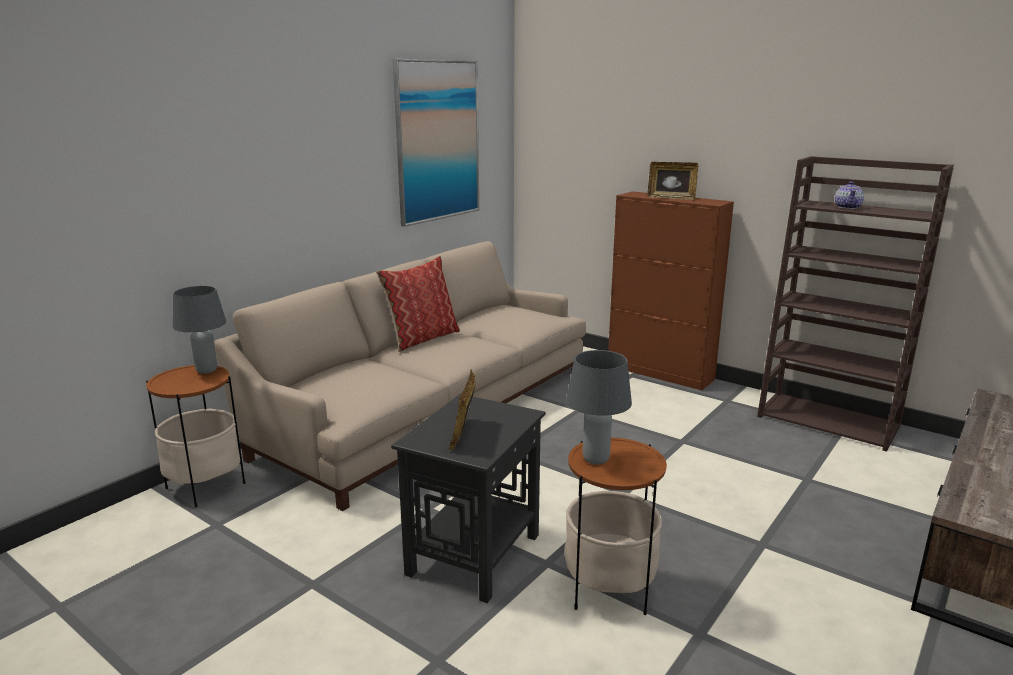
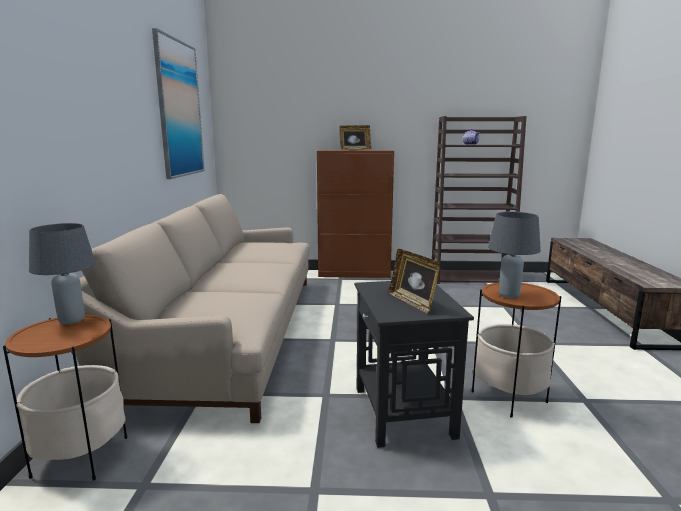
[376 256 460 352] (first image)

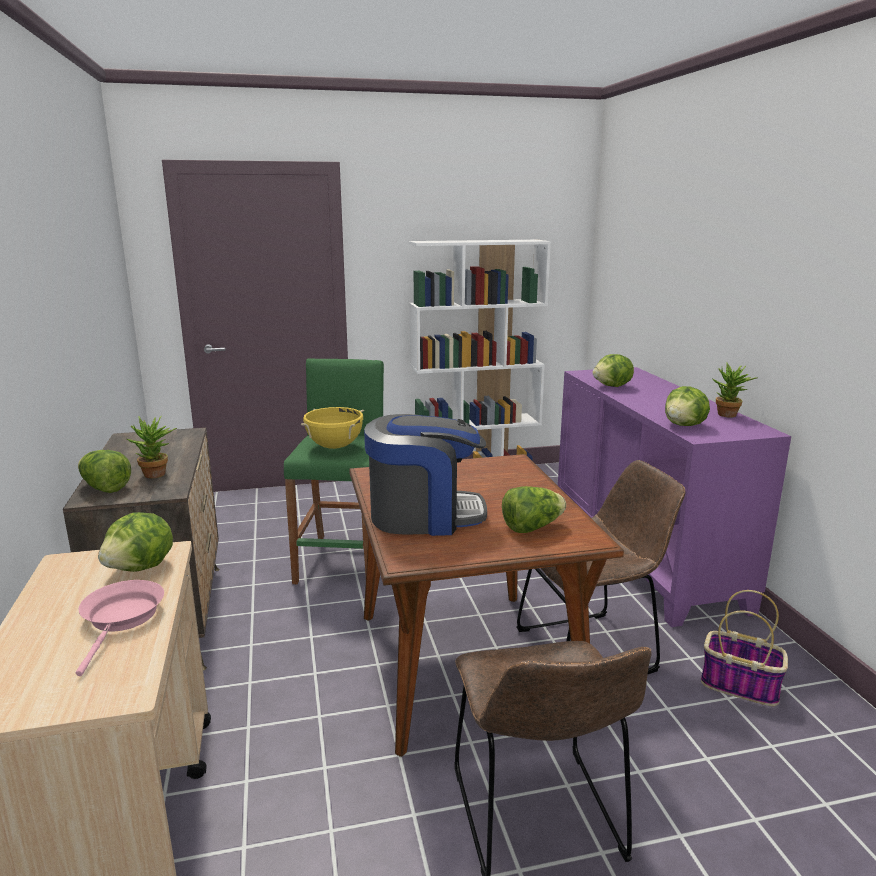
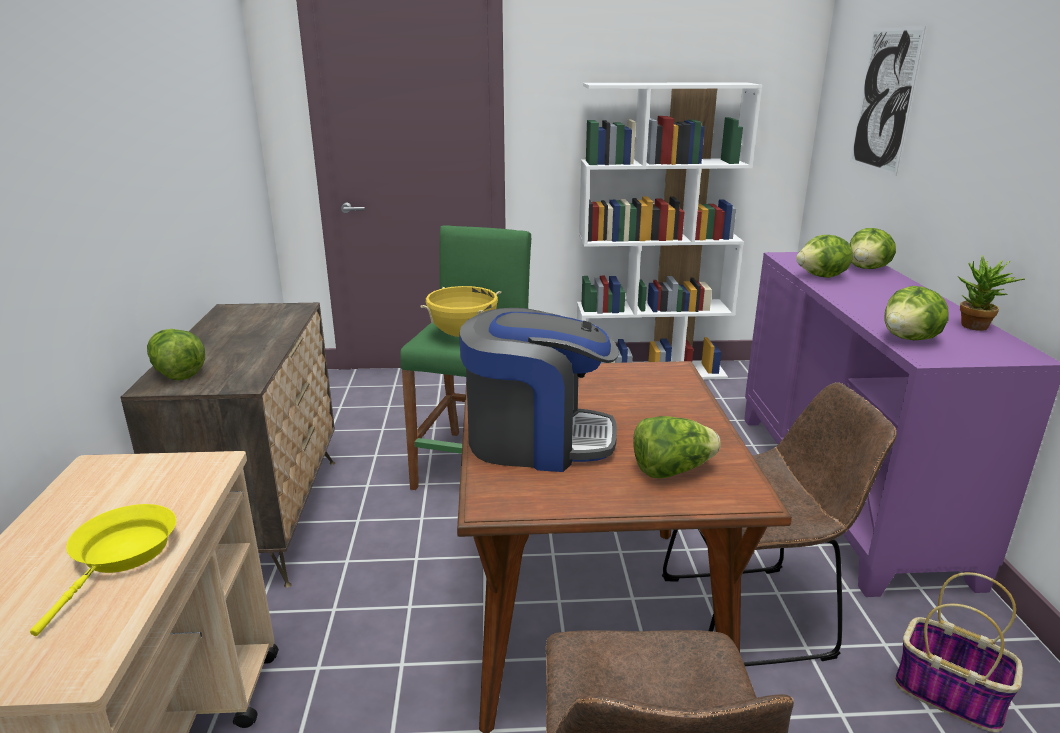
[30 504 176 636]
[849 228 896 269]
[127 416 177 478] (first image)
[850 26 926 176]

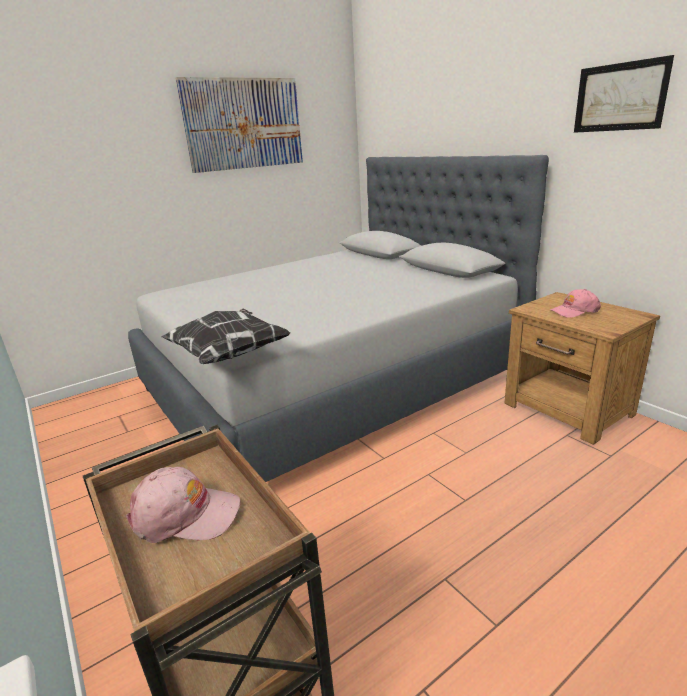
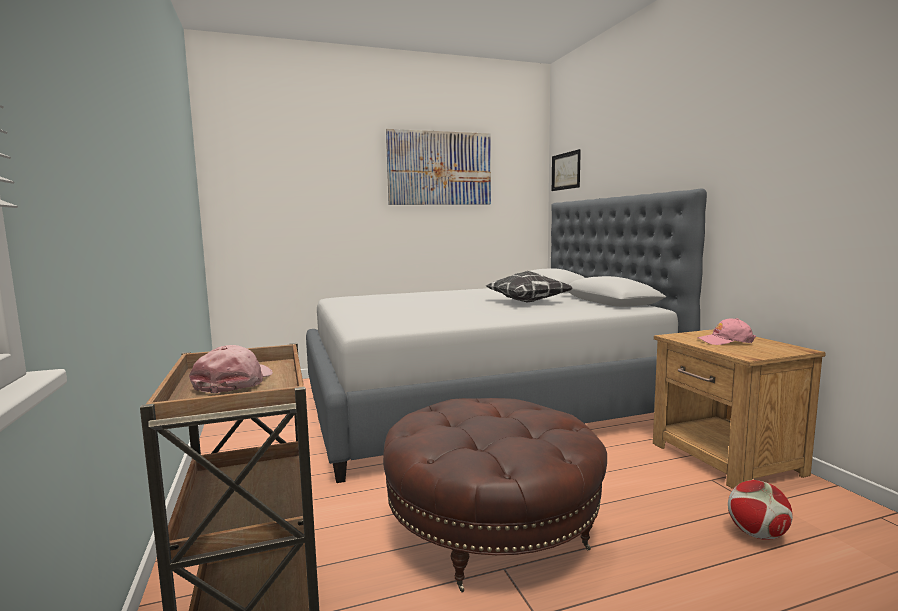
[189 345 273 393]
[486 271 572 303]
[552 149 581 191]
[383 398 607 592]
[728 480 793 540]

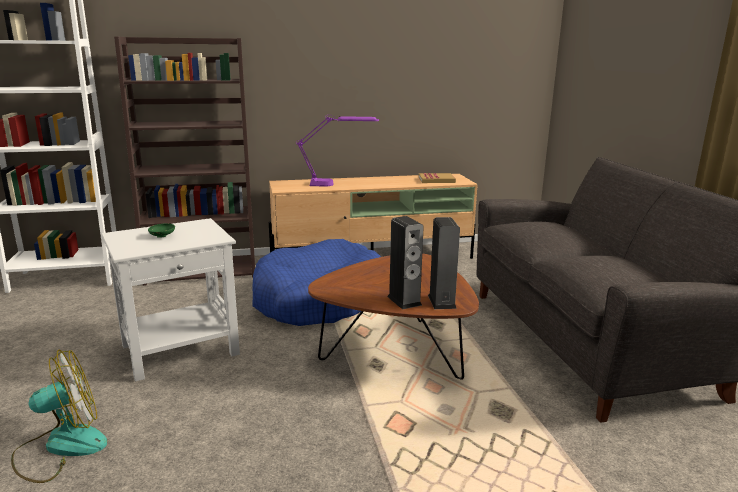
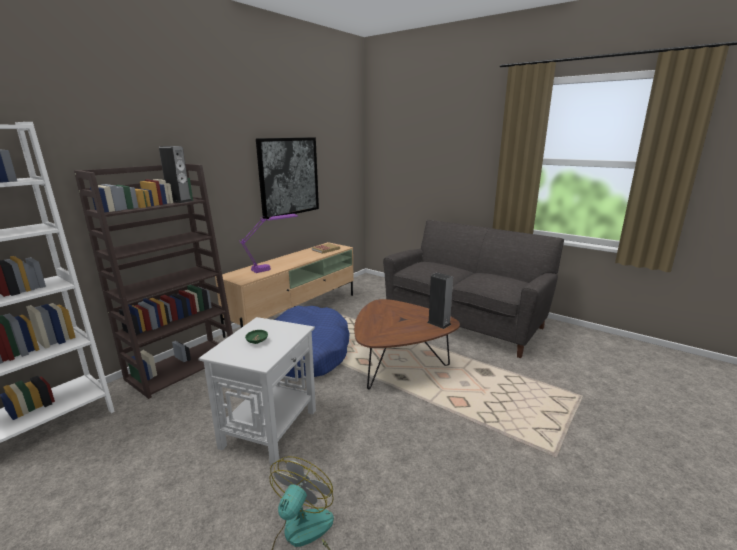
[159 146 192 203]
[256 137 319 219]

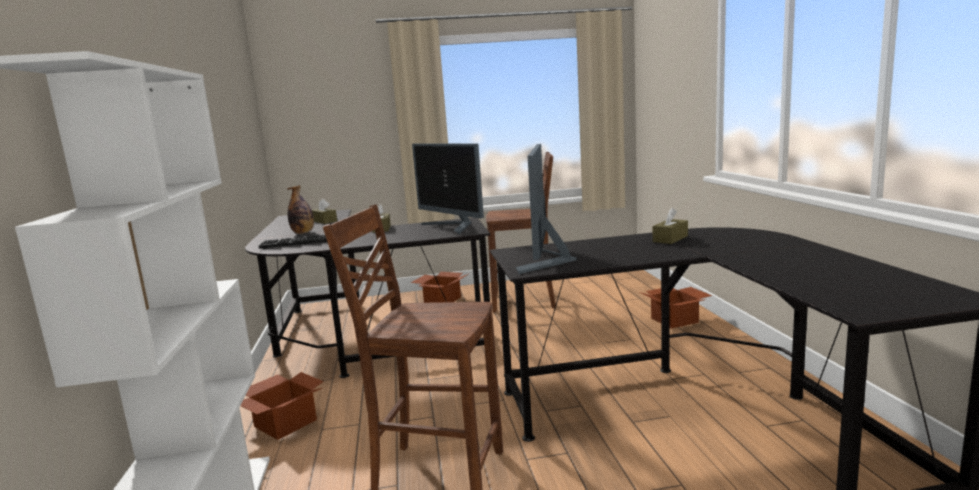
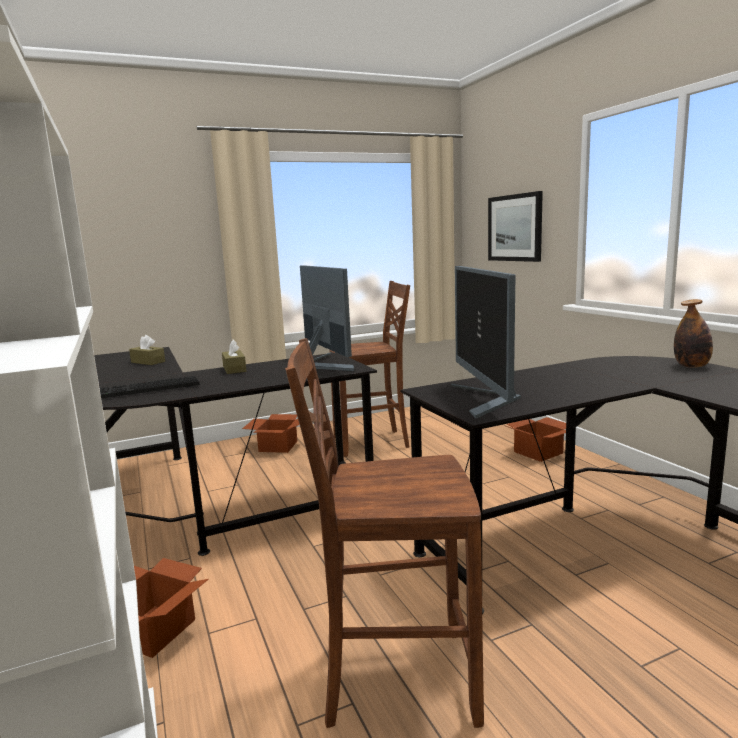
[674 299 713 368]
[300 265 354 371]
[653 208 688 244] (first image)
[488 191 543 262]

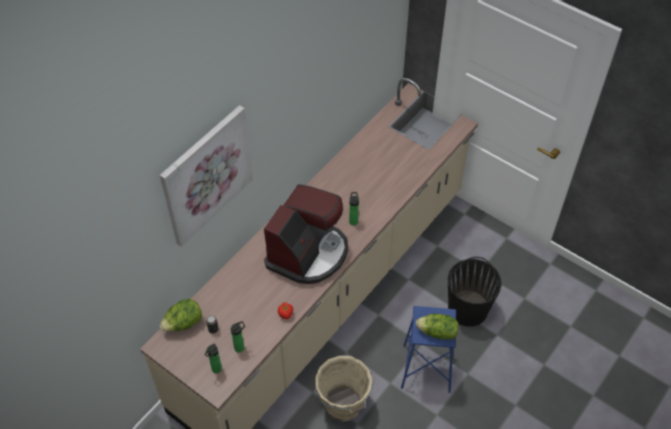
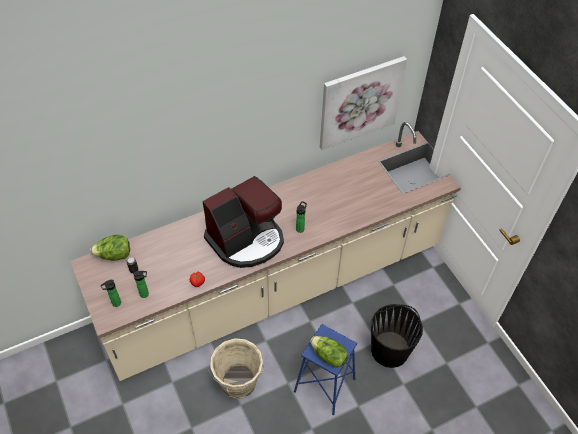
[320 56 407 150]

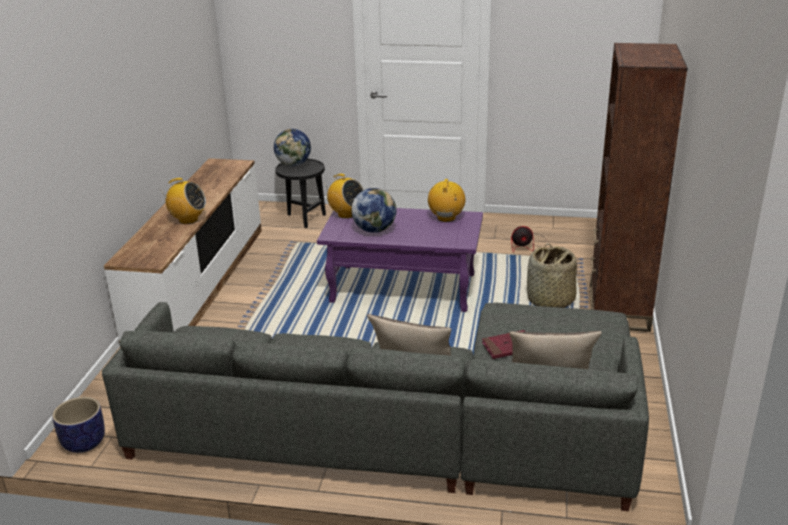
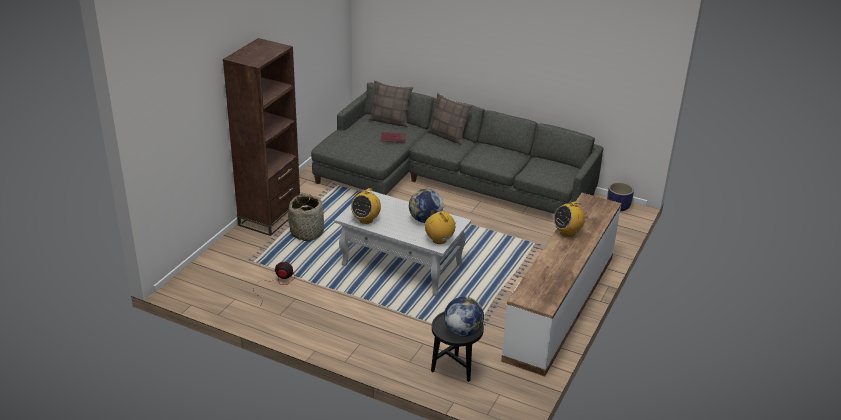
[553 201 585 237]
[335 190 471 296]

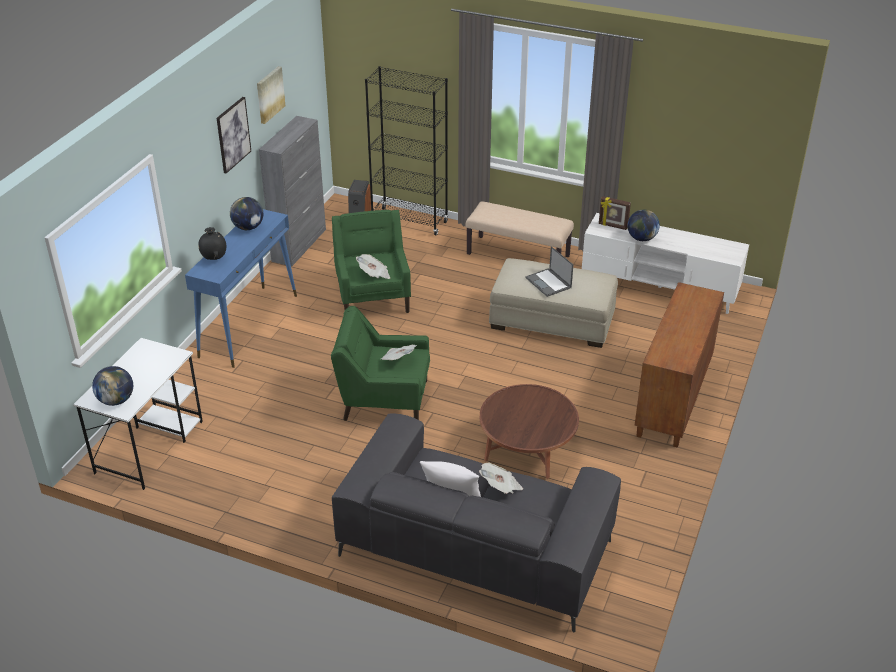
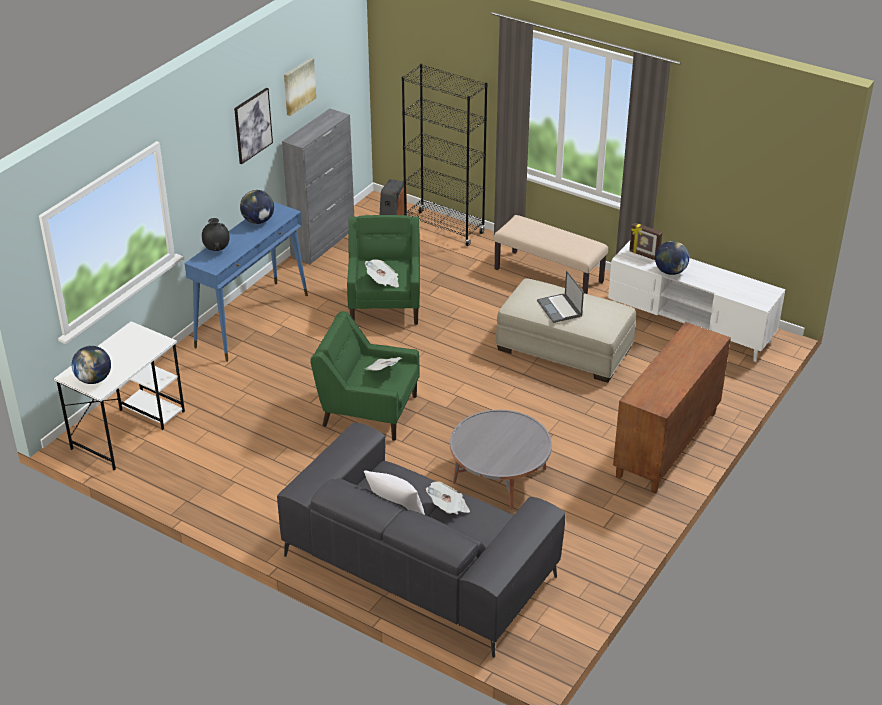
[450 410 552 509]

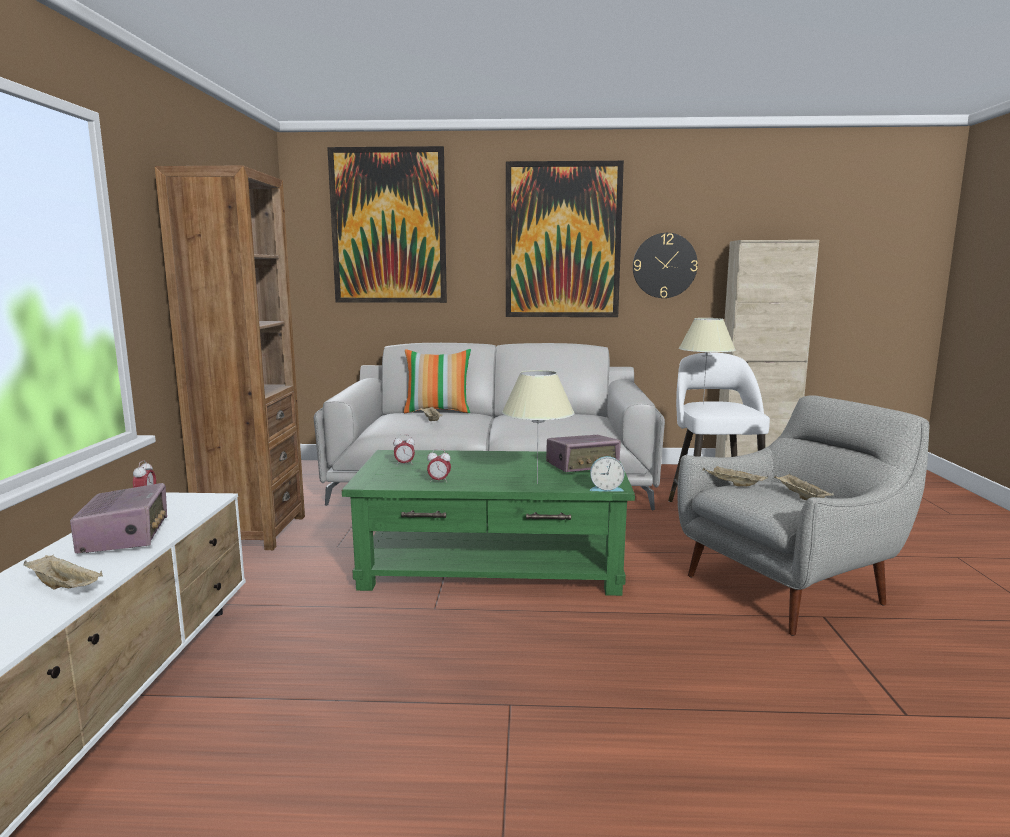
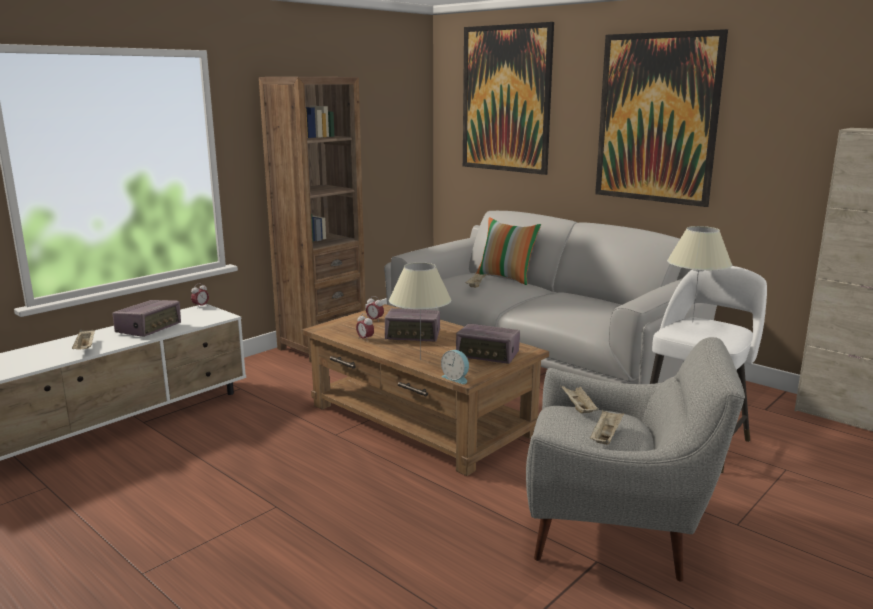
[302 304 549 476]
[633 233 698 298] (first image)
[385 308 440 341]

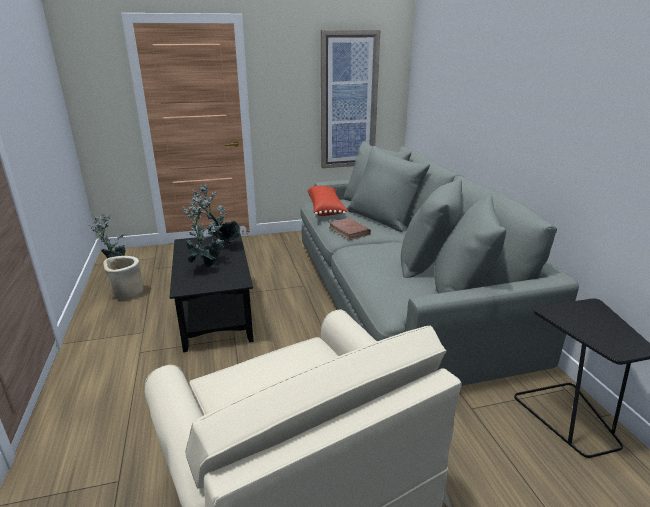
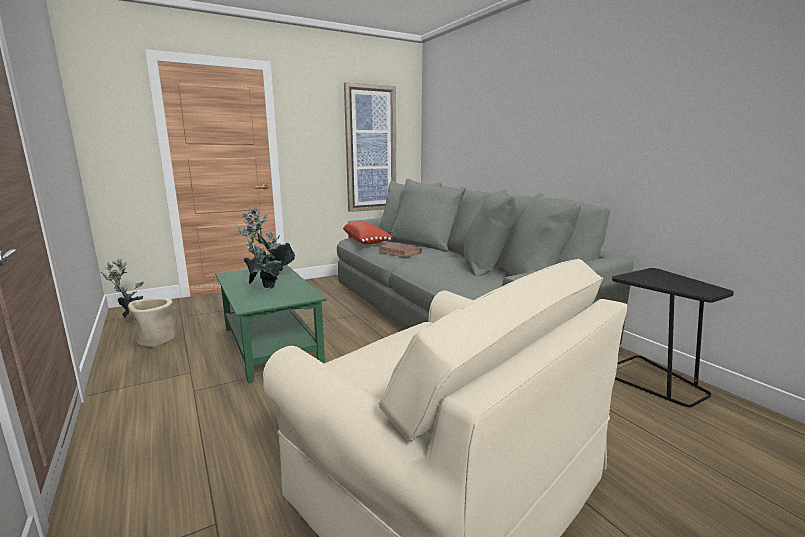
[215 265 327 384]

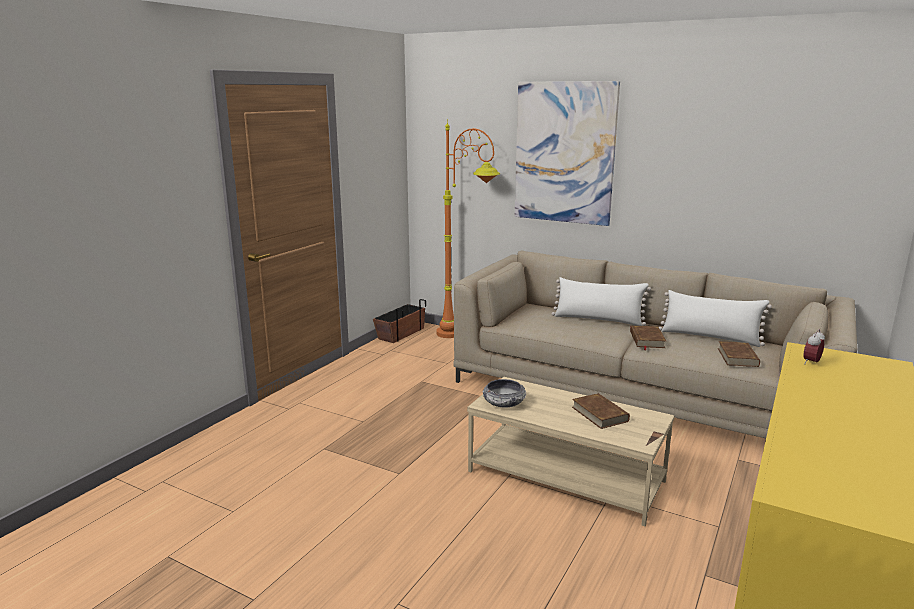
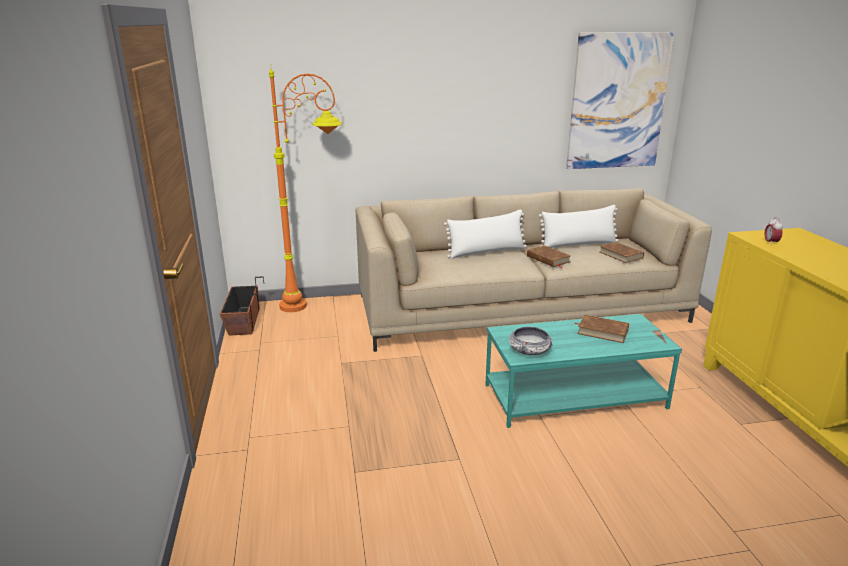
[485 314 682 428]
[566 32 675 169]

